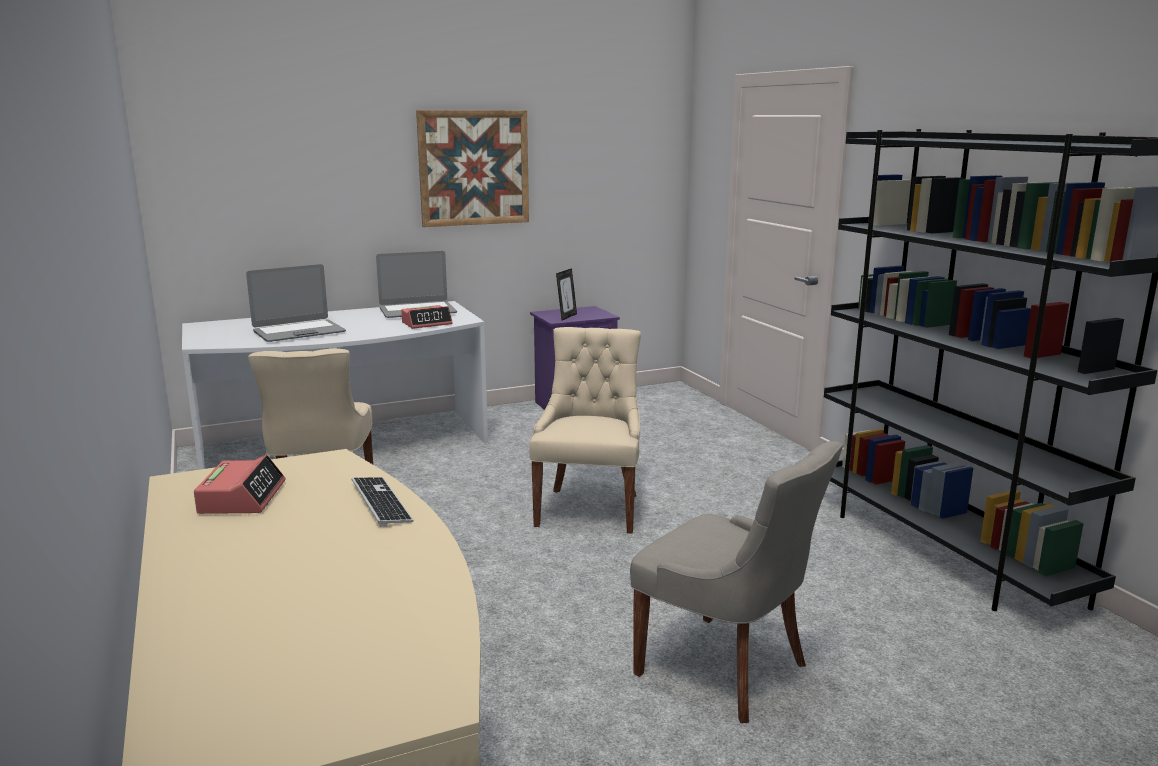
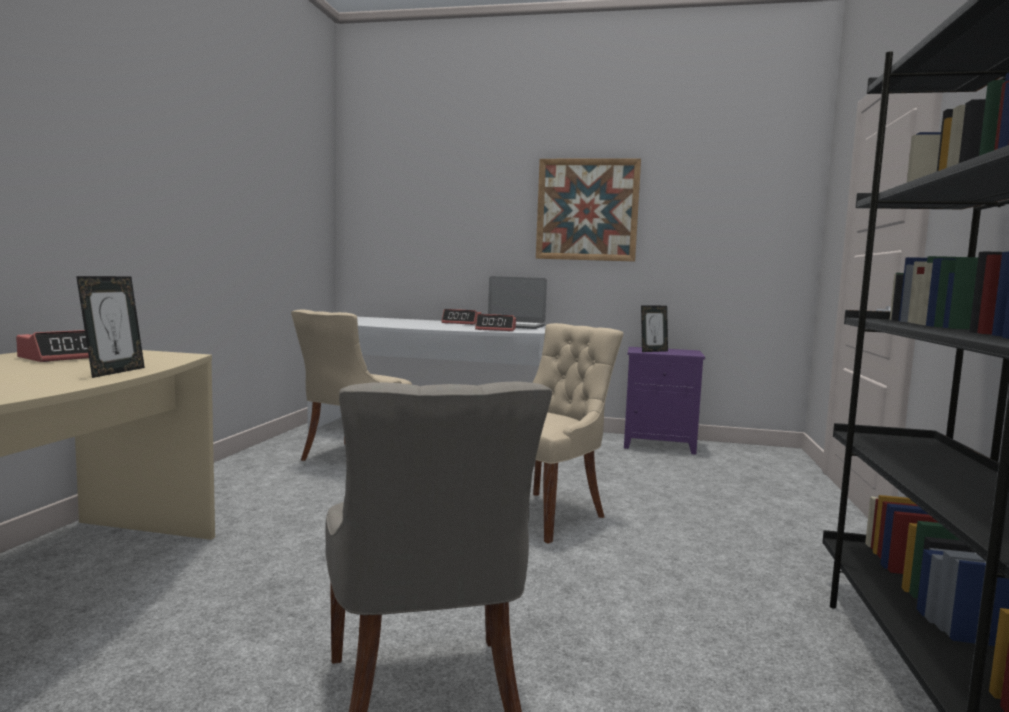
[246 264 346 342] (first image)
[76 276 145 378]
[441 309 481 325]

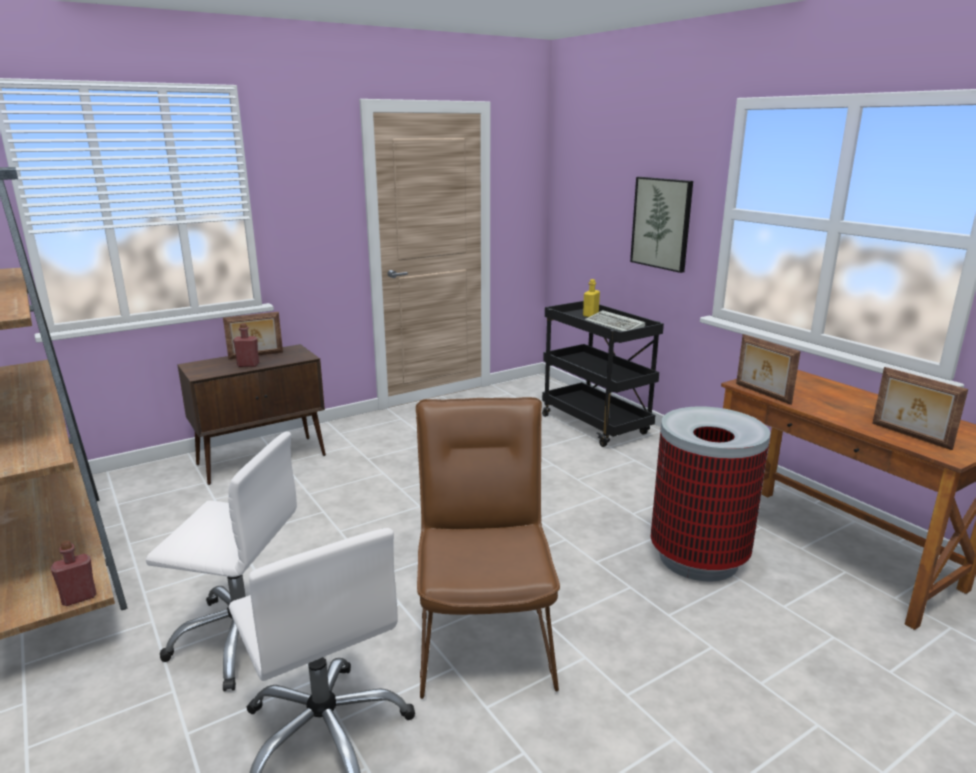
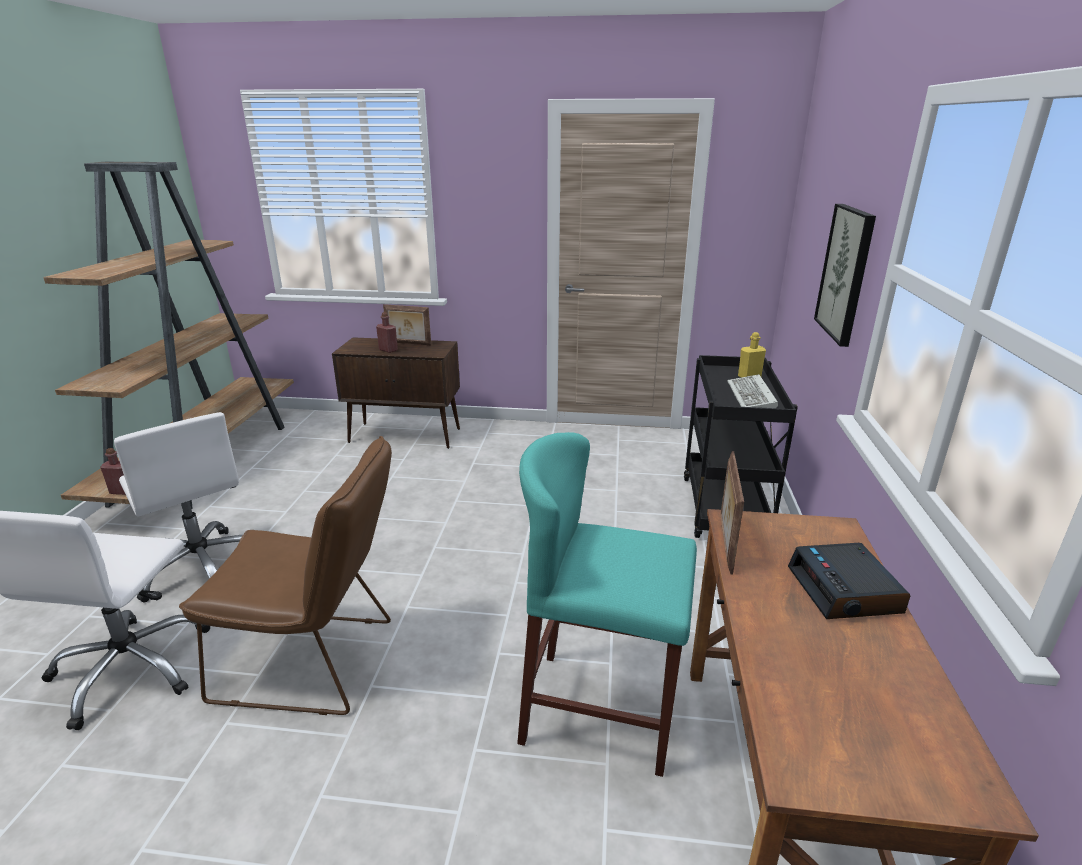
[179 436 392 715]
[517 432 697 777]
[872 367 968 450] (first image)
[788 543 910 619]

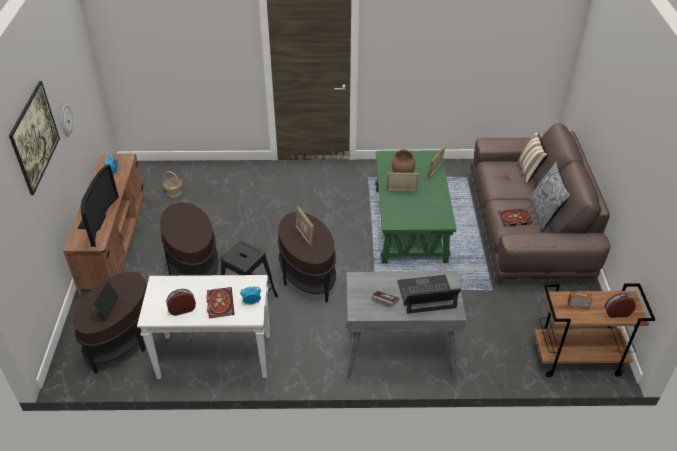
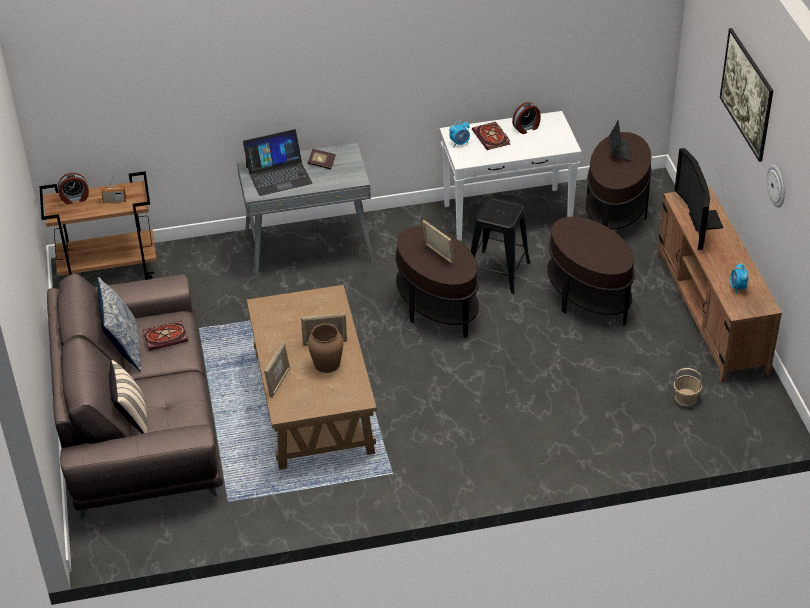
[247 285 377 470]

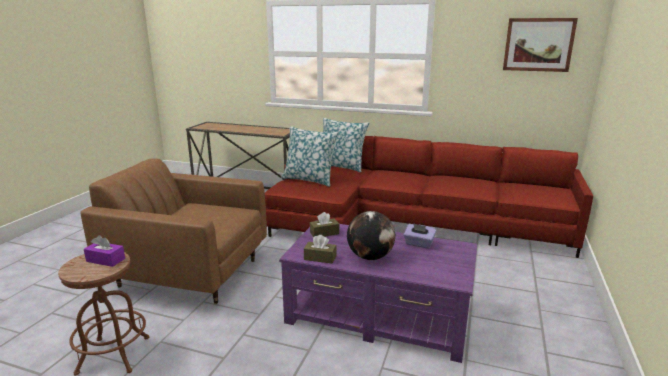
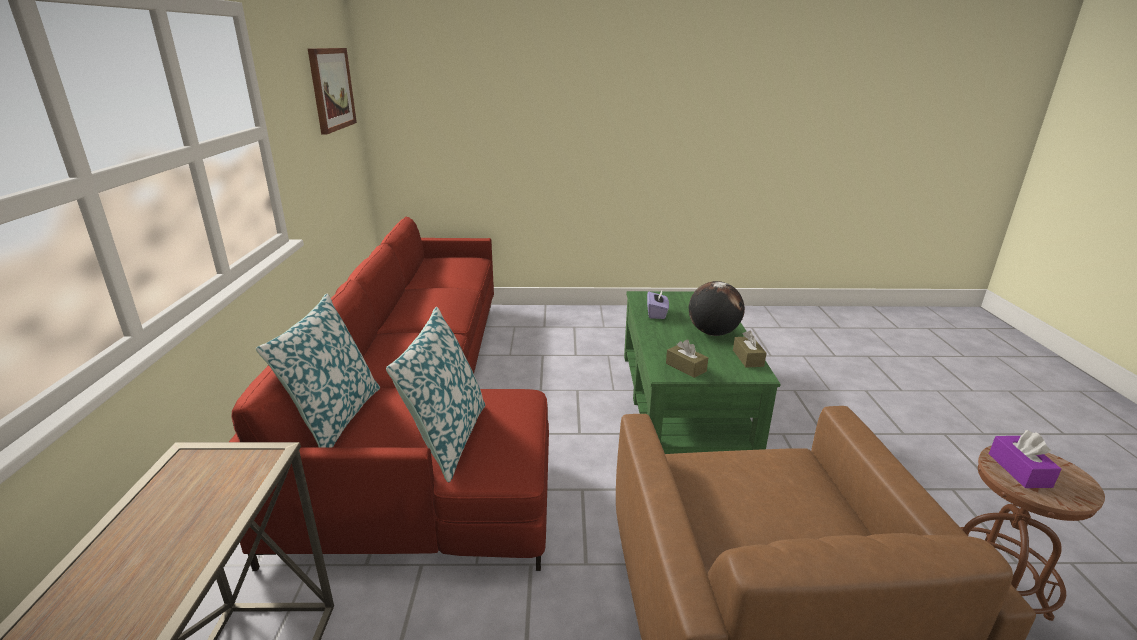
[624 291 781 454]

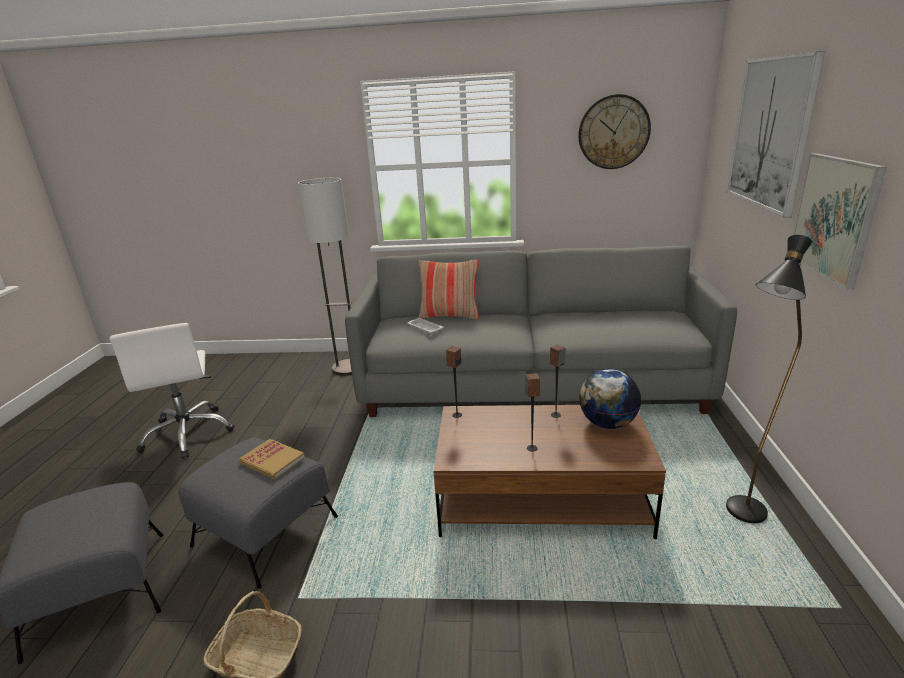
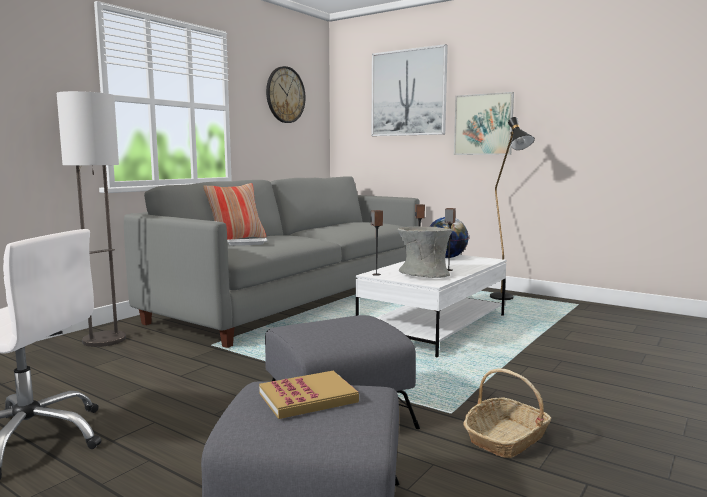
[259 371 359 419]
[356 255 507 357]
[398 226 452 278]

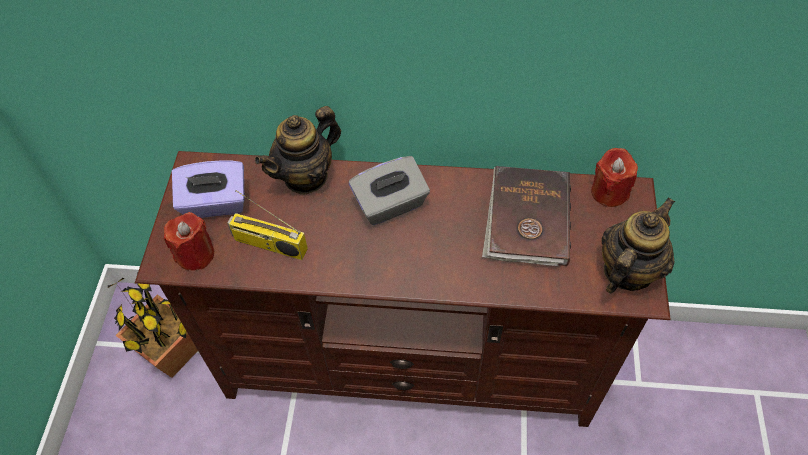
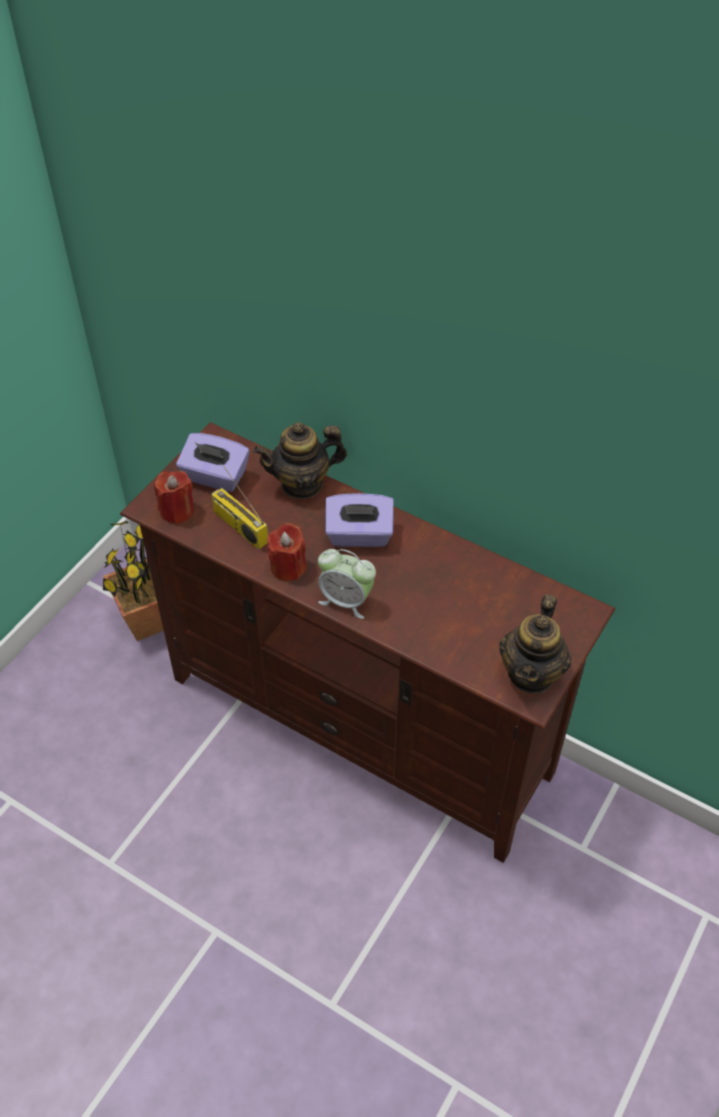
[325 493 394 547]
[482 166 571 266] (first image)
[267 523 307 581]
[499 594 571 694]
[318 549 376 619]

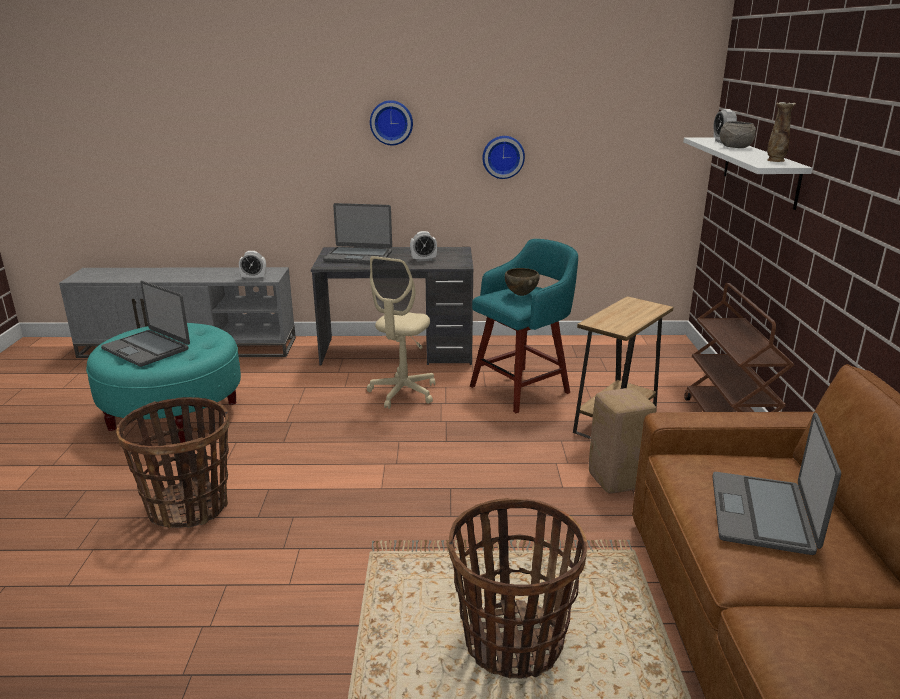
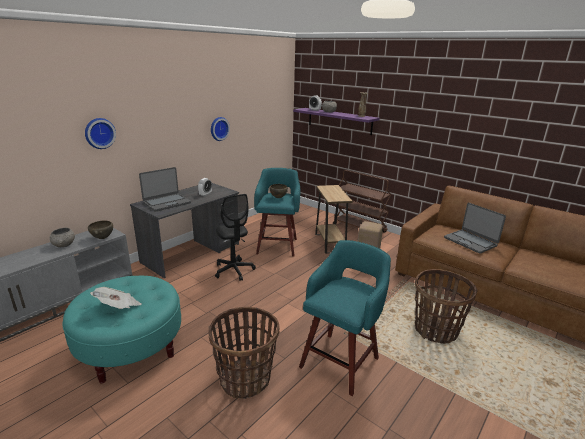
[90 287 142 309]
[88 221 113 239]
[215 194 256 281]
[85 118 116 149]
[293 108 380 135]
[50 228 75 247]
[299 240 391 396]

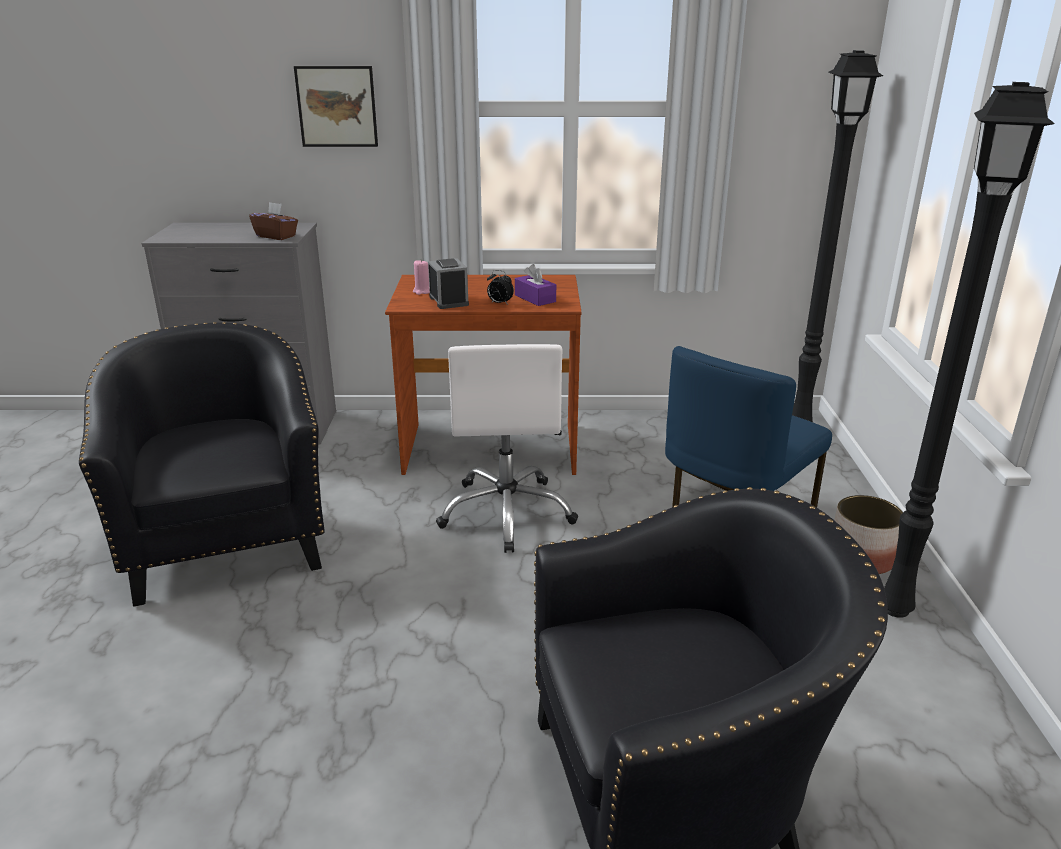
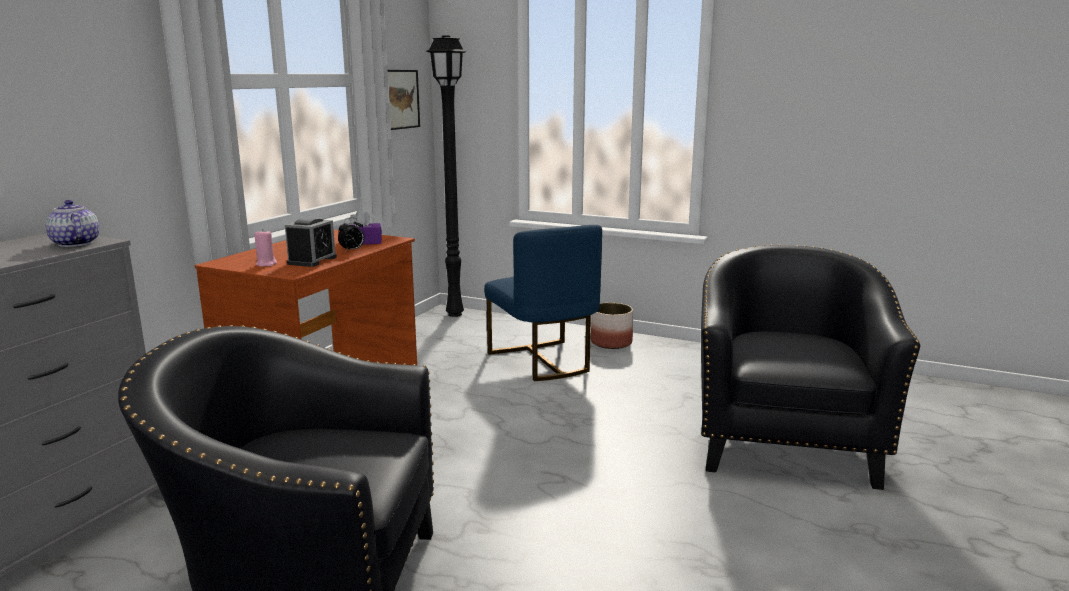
[46 200 99 247]
[388 70 420 130]
[285 217 337 267]
[436 344 578 553] (first image)
[884 82 1054 618] (first image)

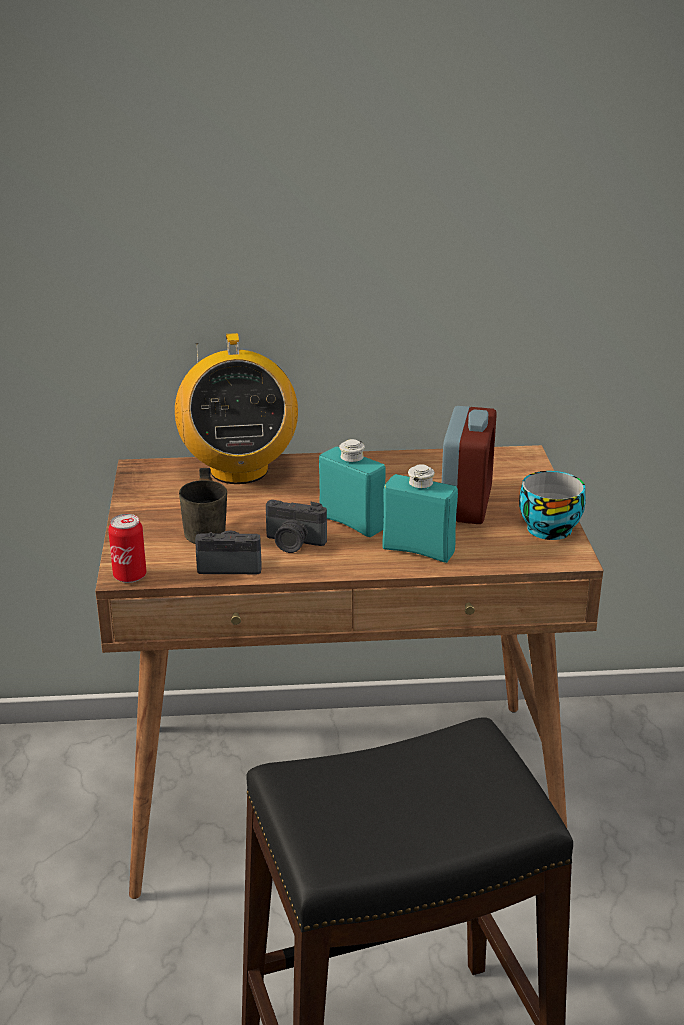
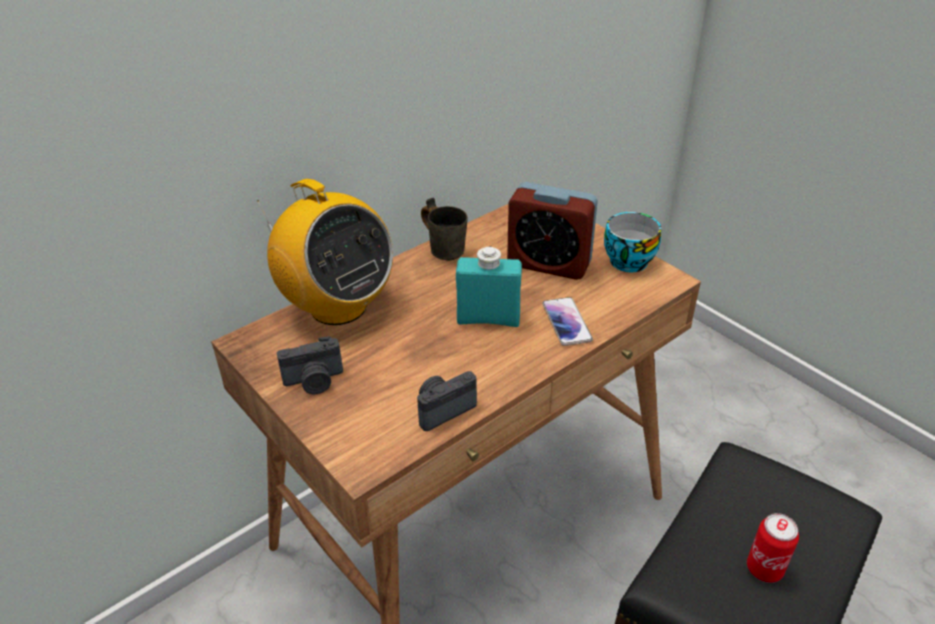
[747 513 799 583]
[421 198 468 260]
[277 336 343 395]
[542 297 593 346]
[507 182 598 280]

